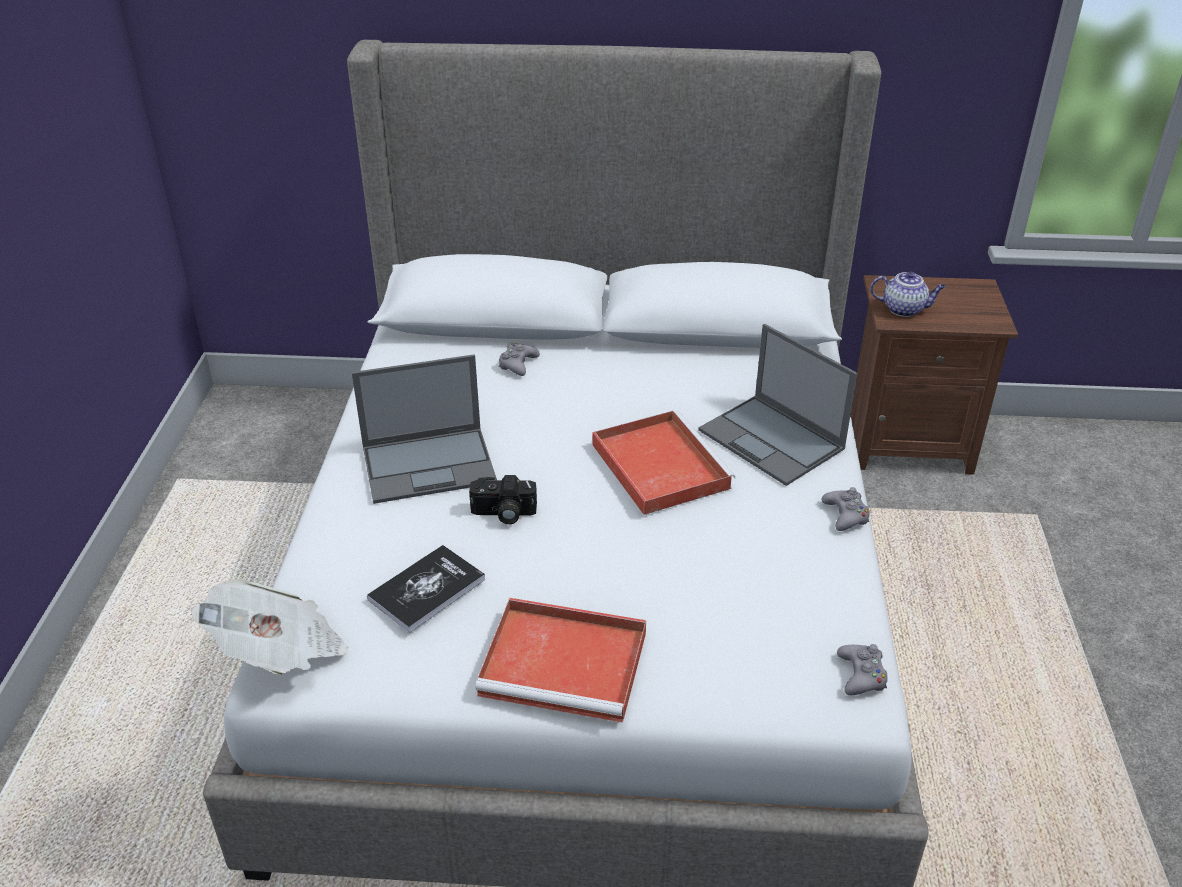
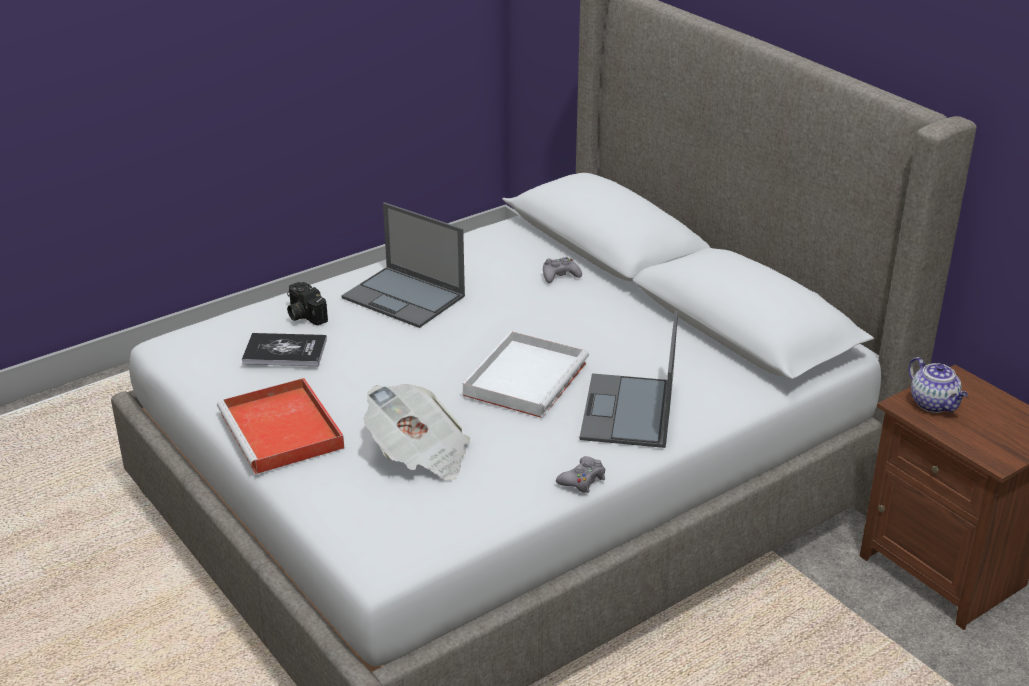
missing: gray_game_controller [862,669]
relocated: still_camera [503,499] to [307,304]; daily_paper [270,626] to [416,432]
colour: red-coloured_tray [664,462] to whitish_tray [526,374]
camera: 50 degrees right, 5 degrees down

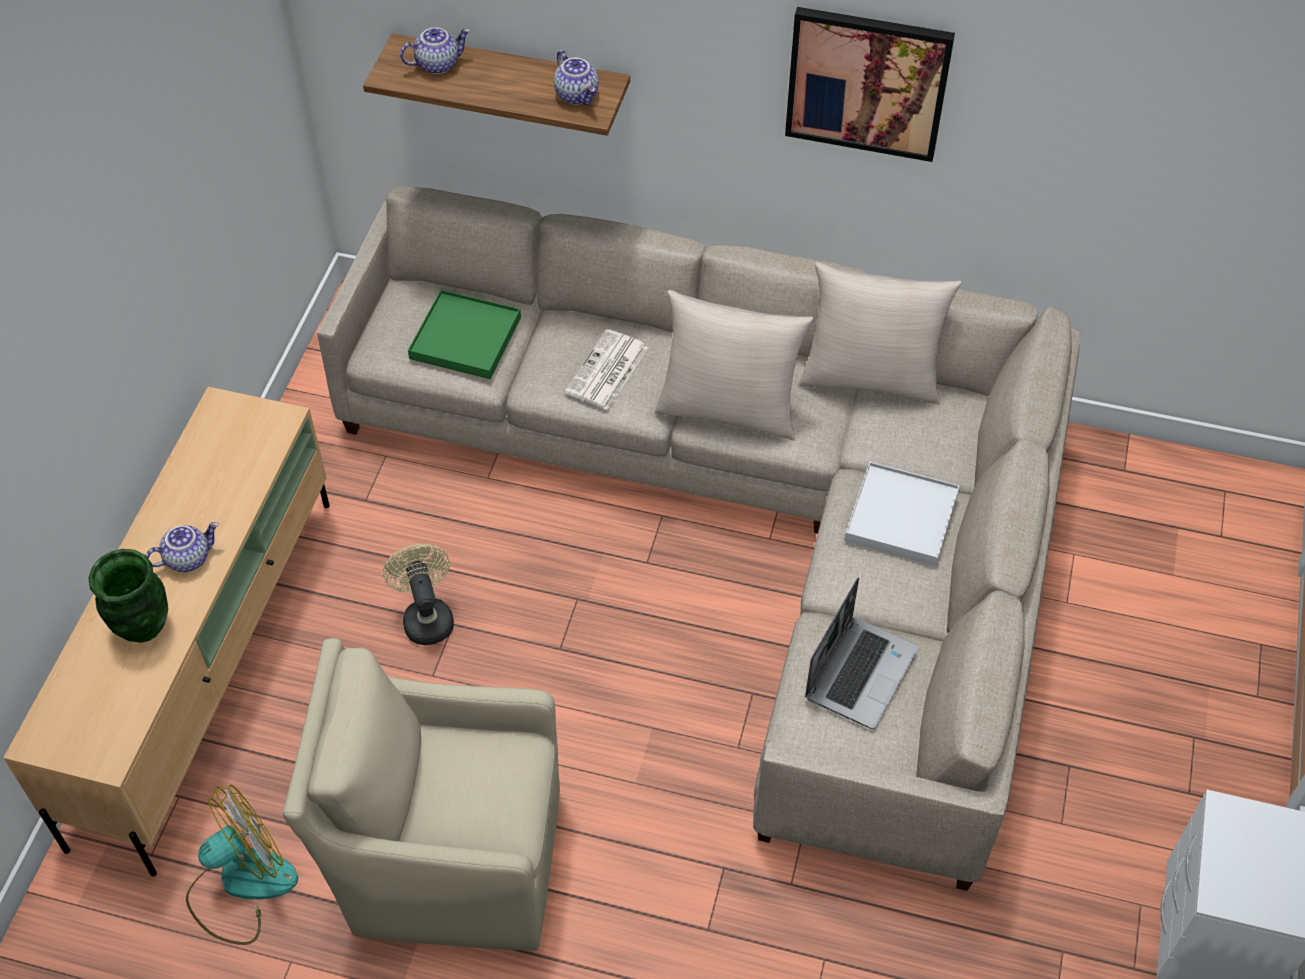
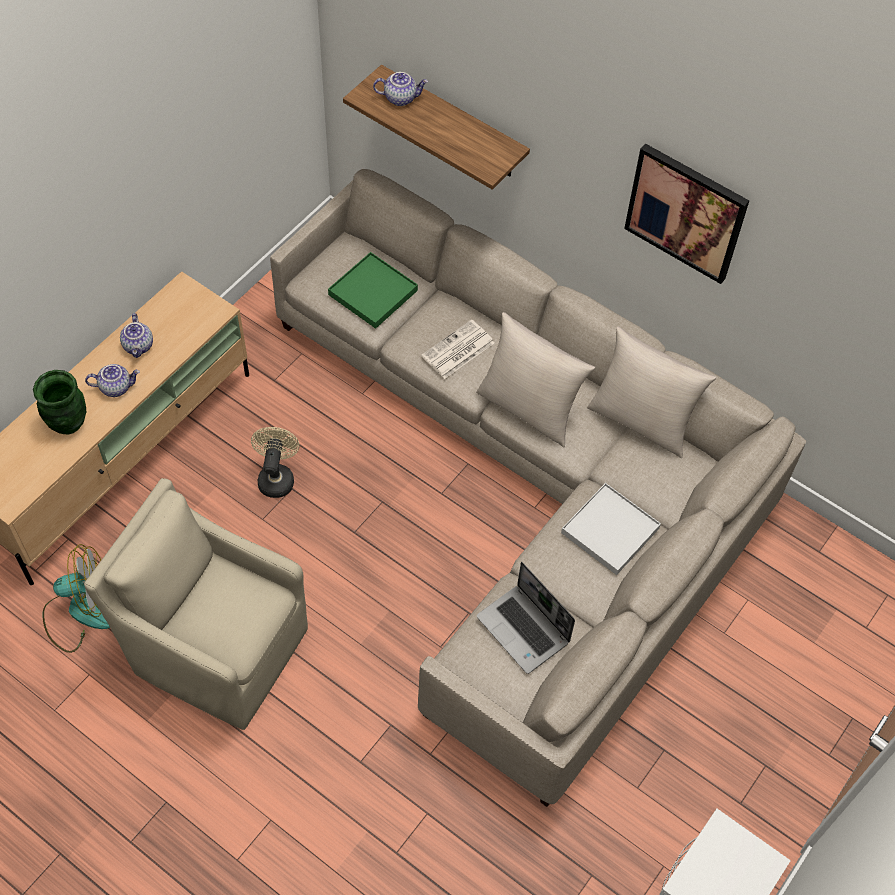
relocated: teapot [576,77] to [136,335]
spun: notebook_computer [862,653] = [526,618] 90 degrees clockwise
camera: 20 degrees right, 5 degrees up

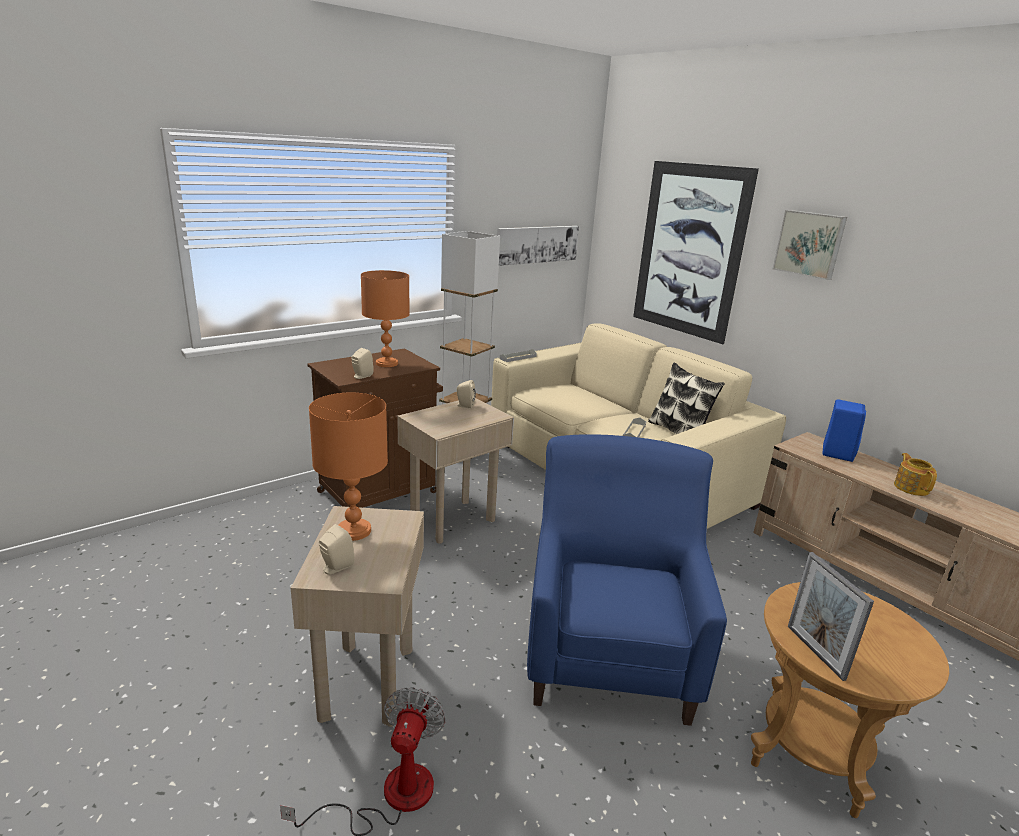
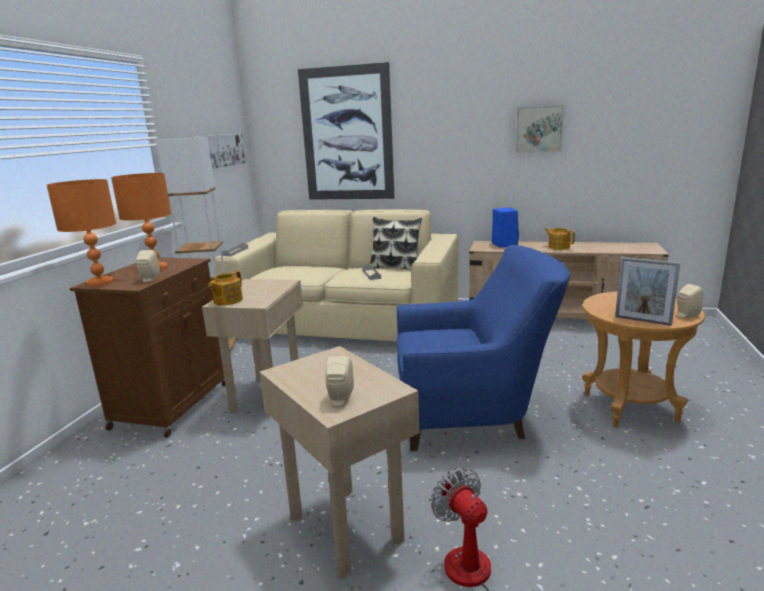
appeared: teapot [225,288]
relocated: wall_picture [810,245] to [540,129]; sand-coloured_speaker [465,394] to [690,301]; orange_table_lamp [348,467] to [81,233]
spun: bluish_armchair [627,580] = [483,348] 120 degrees clockwise
camera: 35 degrees left, 5 degrees down

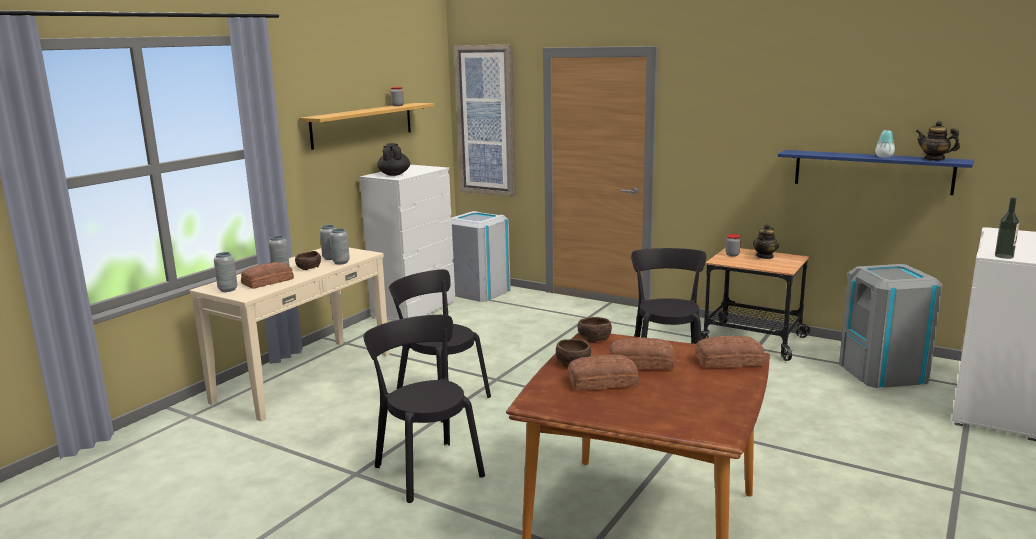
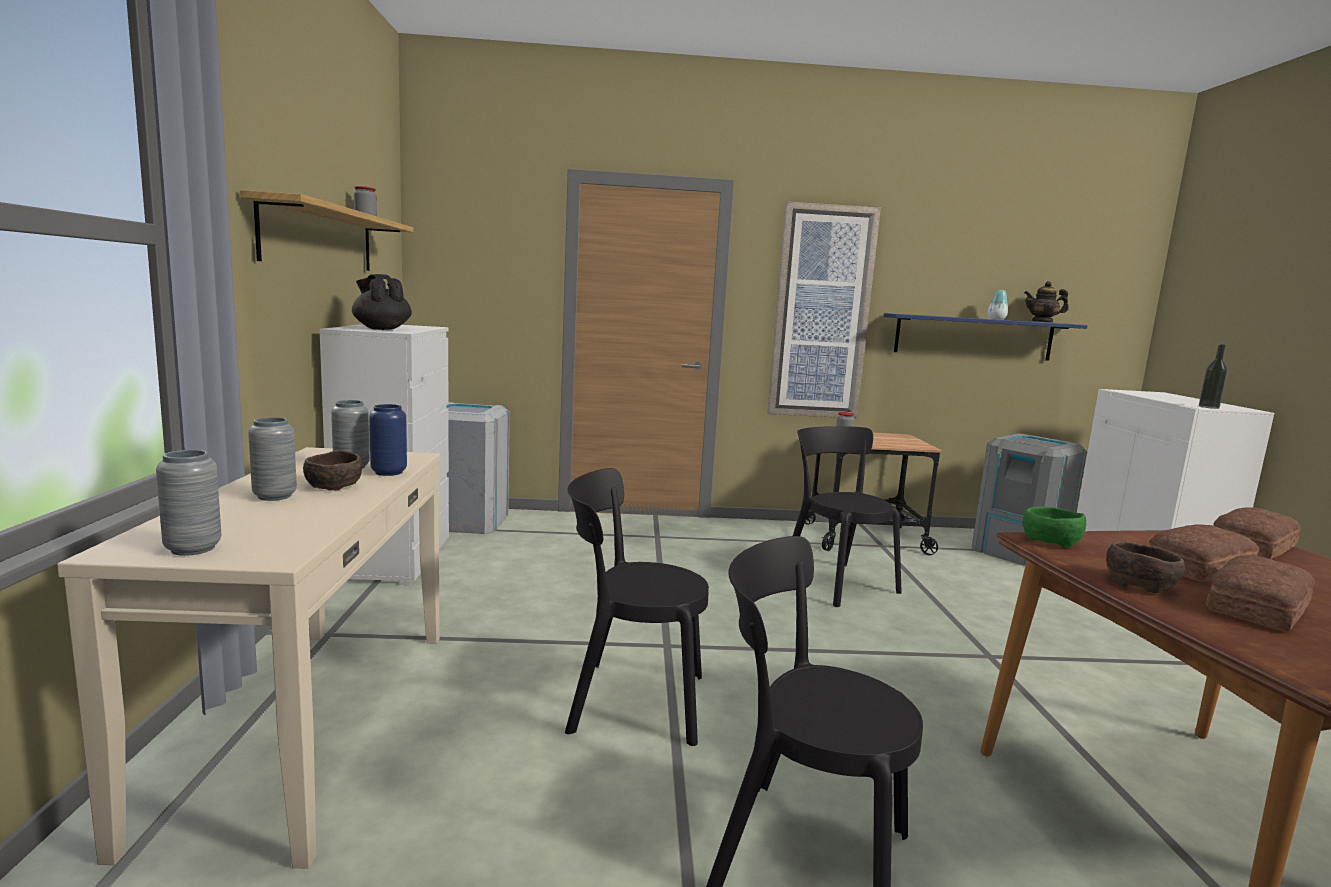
missing: teapot [766,241]; baked_bread [267,275]
relocated: wall_picture [485,120] to [824,310]
colour: gray_flower_vase [340,246] to bluish_flower_vase [388,440]; brownish_deep_dish [595,330] to green_deep_dish [1054,527]
camera: 35 degrees left, 5 degrees down

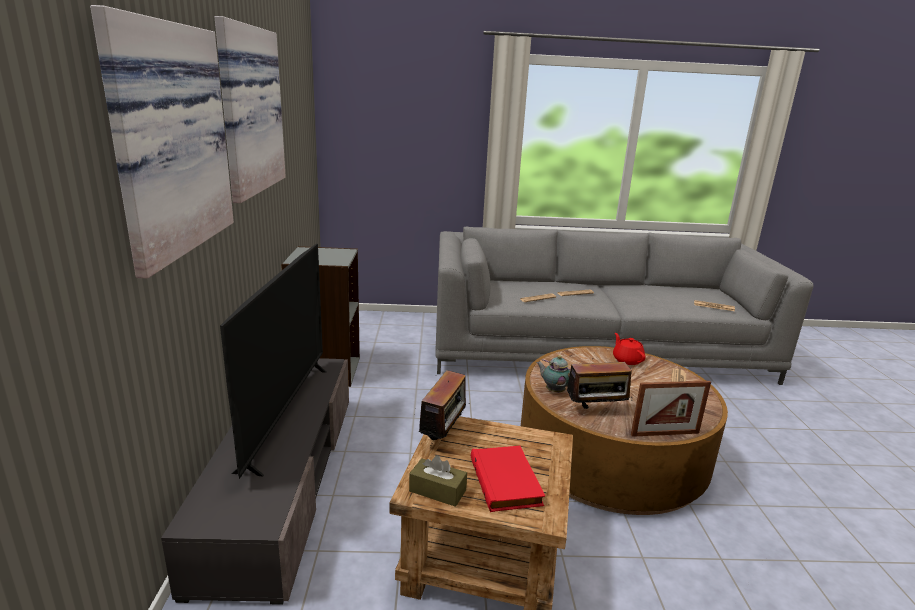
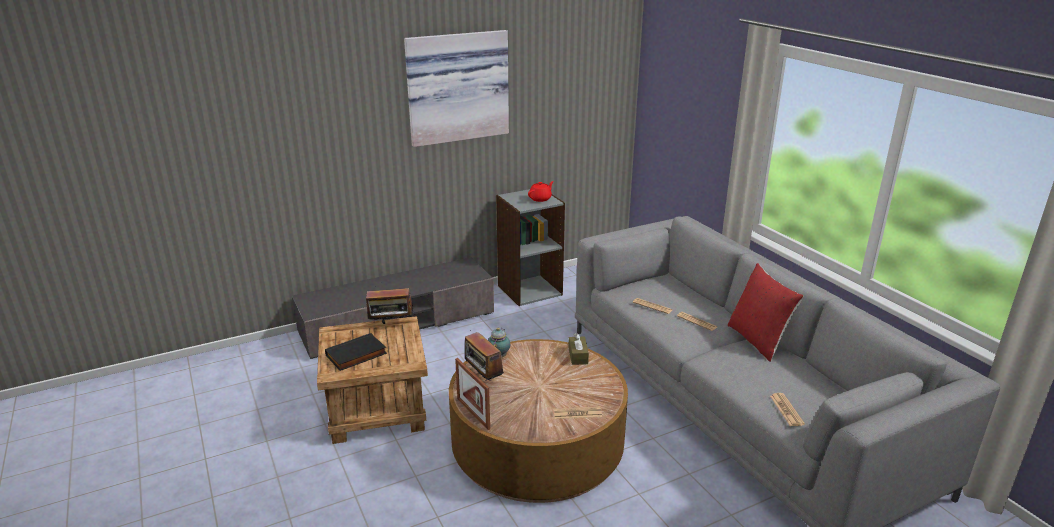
missing: wall_picture [162,141]; TV [273,361]
appeared: red-coloured_cushion [766,312]
relocated: red-coloured_teapot [629,349] to [541,191]; brownish_box_of_tissues [438,481] to [579,349]
colour: red-coloured_book [508,479] to blackish_book [356,352]
camera: 65 degrees right, 5 degrees up

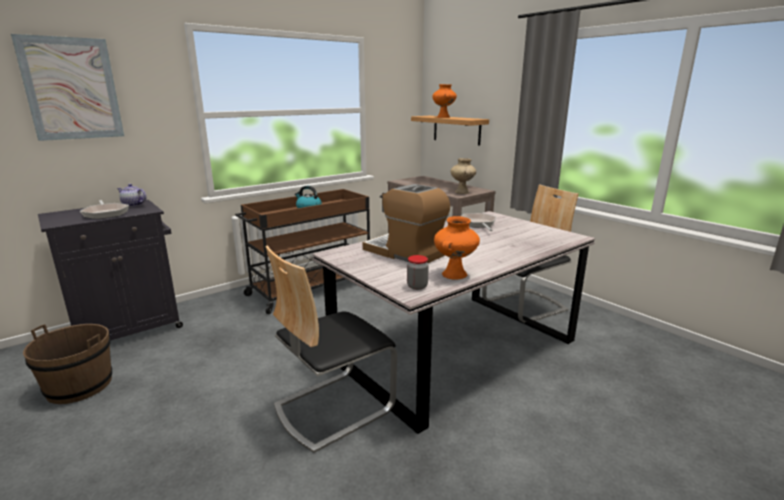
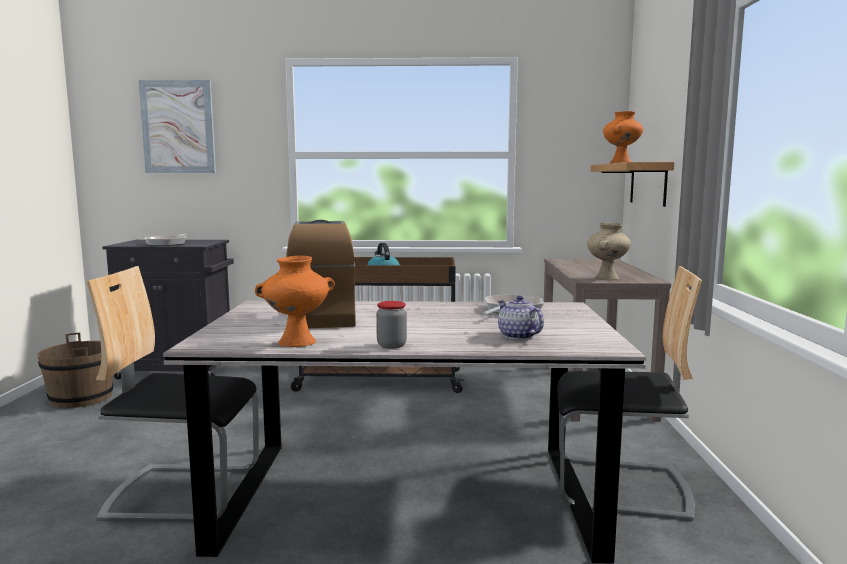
relocated: teapot [132,195] to [521,318]; jar [418,272] to [391,325]
camera: 40 degrees right, 10 degrees down

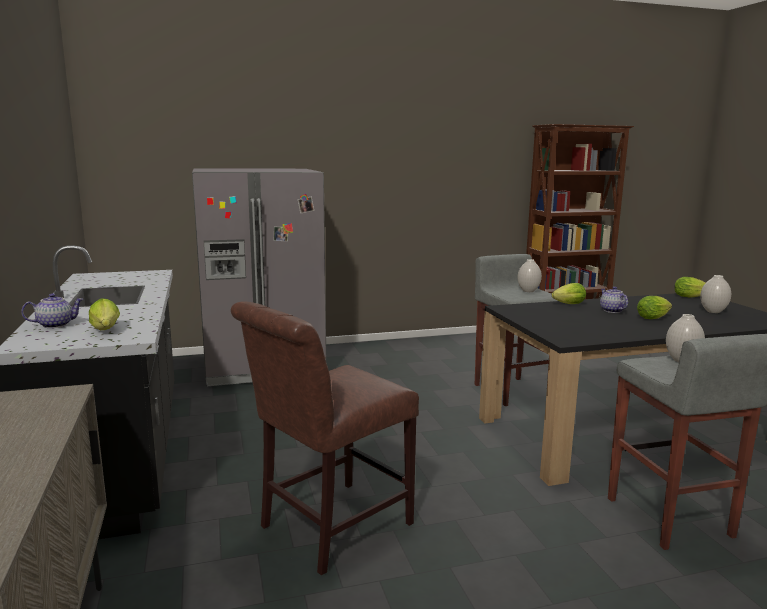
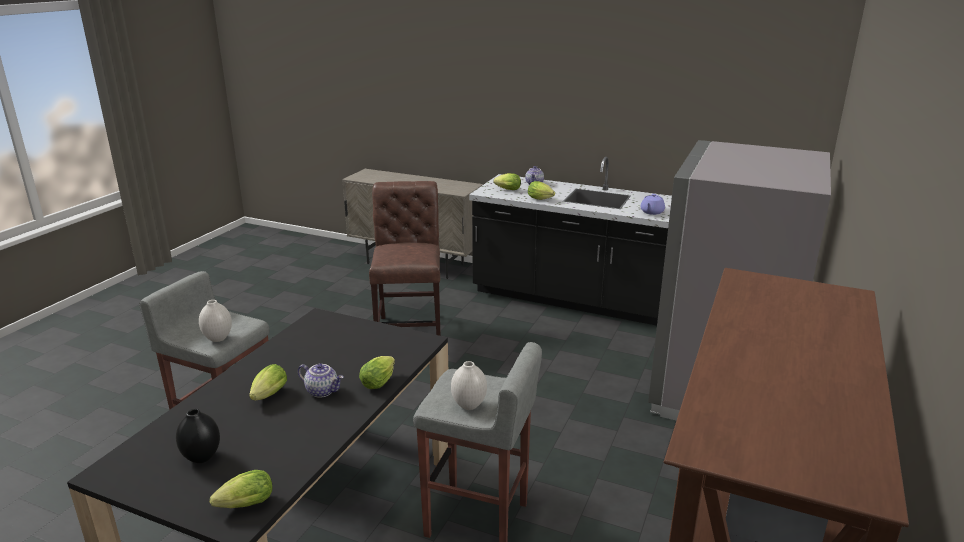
appeared: lettuce [541,190]; purple_teapot [652,204]
colour: whitish_flower_vase [715,294] to blackish_flower_vase [198,436]
camera: 130 degrees right, 10 degrees up

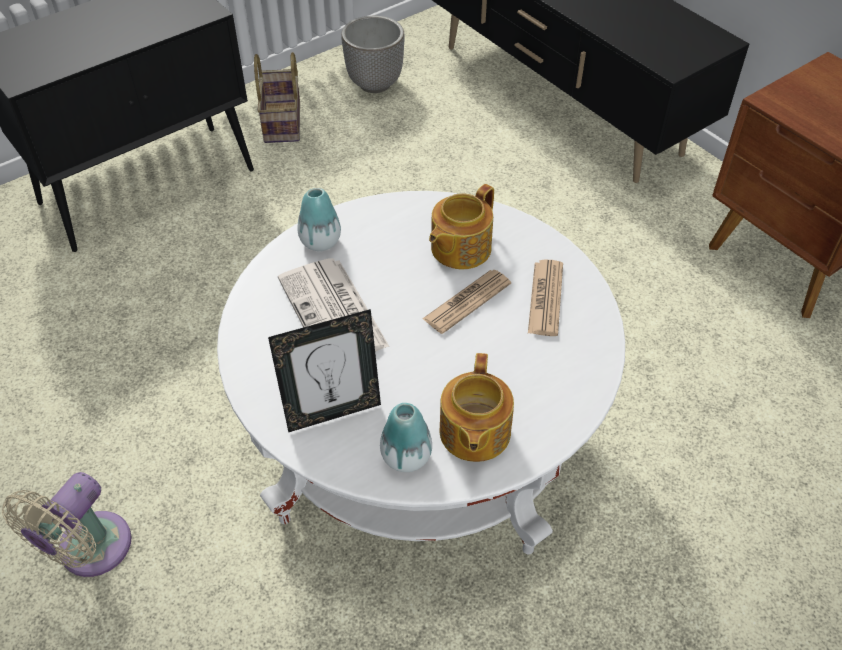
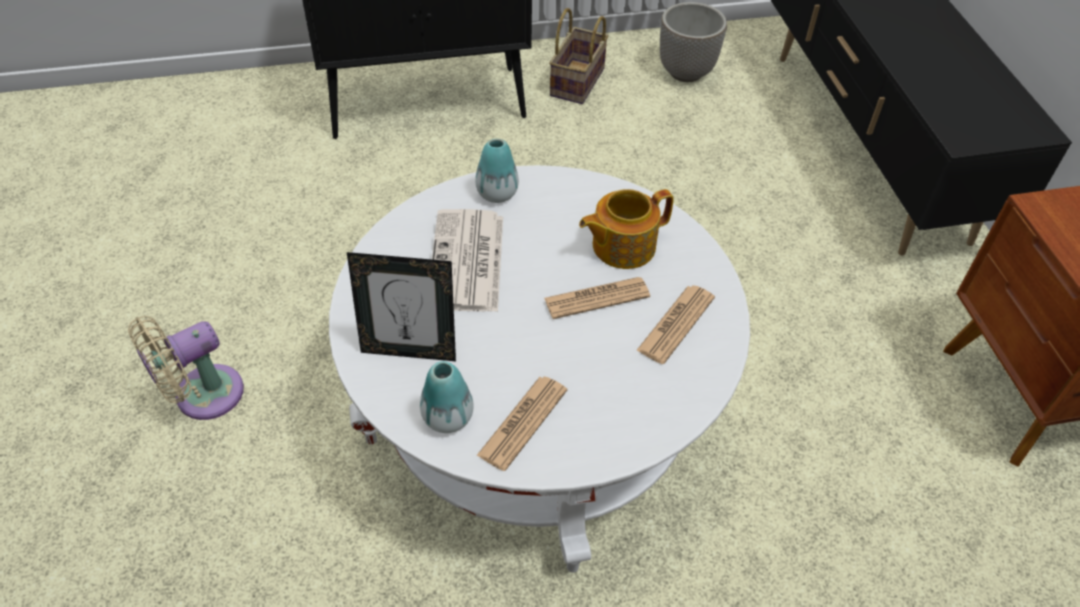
exchanged: teapot [476,407] to daily_paper [521,424]
camera: 25 degrees right, 0 degrees up

